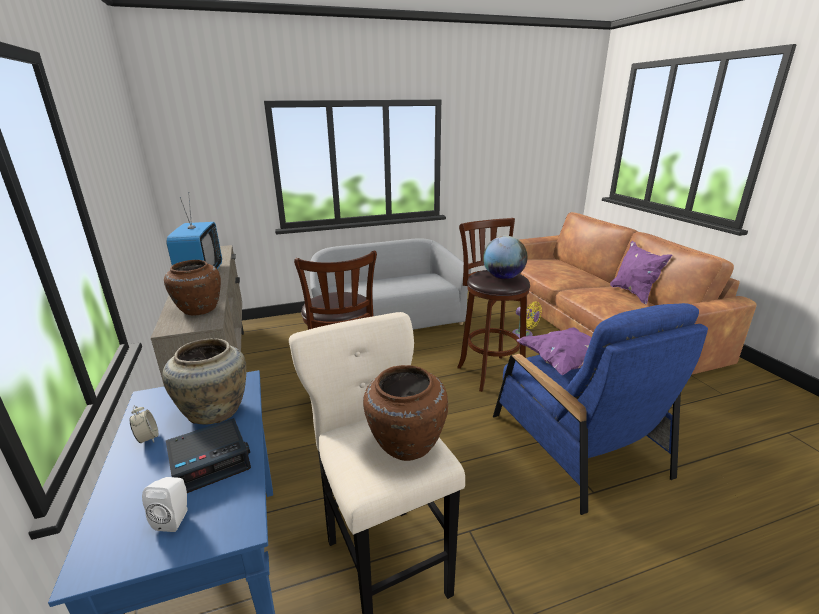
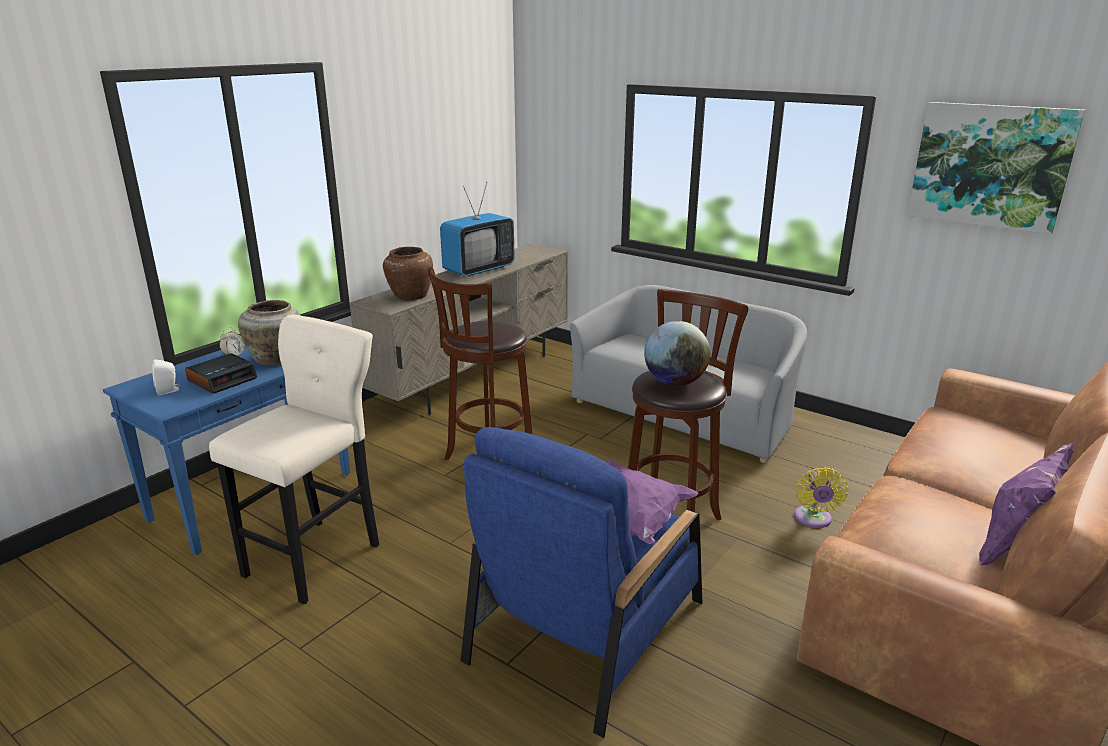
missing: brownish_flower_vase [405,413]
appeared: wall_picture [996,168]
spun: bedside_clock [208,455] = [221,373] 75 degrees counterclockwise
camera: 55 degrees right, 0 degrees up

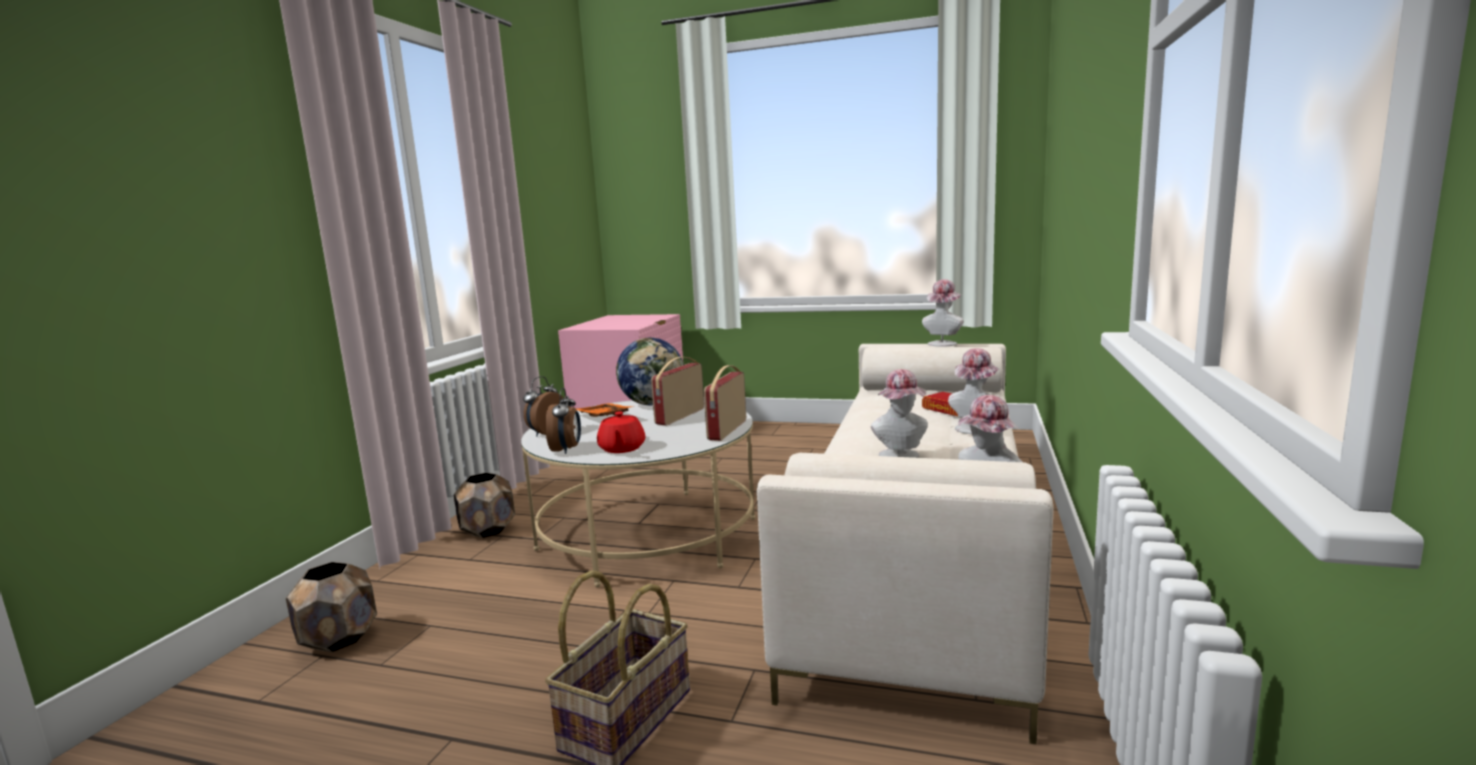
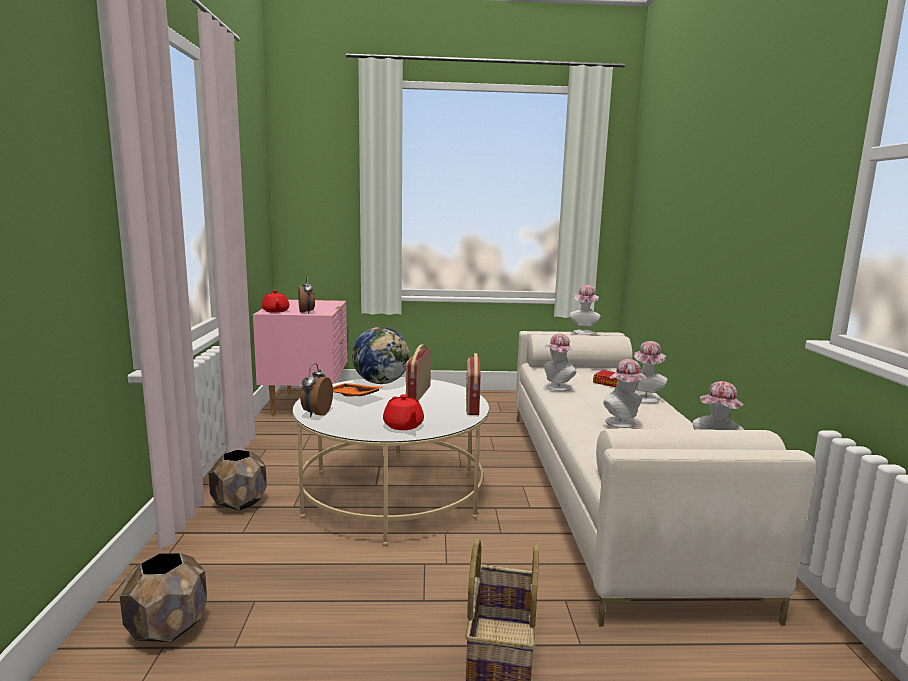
appeared: red-coloured_teapot [275,301]; hat [560,362]
relocated: bedside_clock [563,421] to [306,295]
camera: 20 degrees left, 0 degrees up

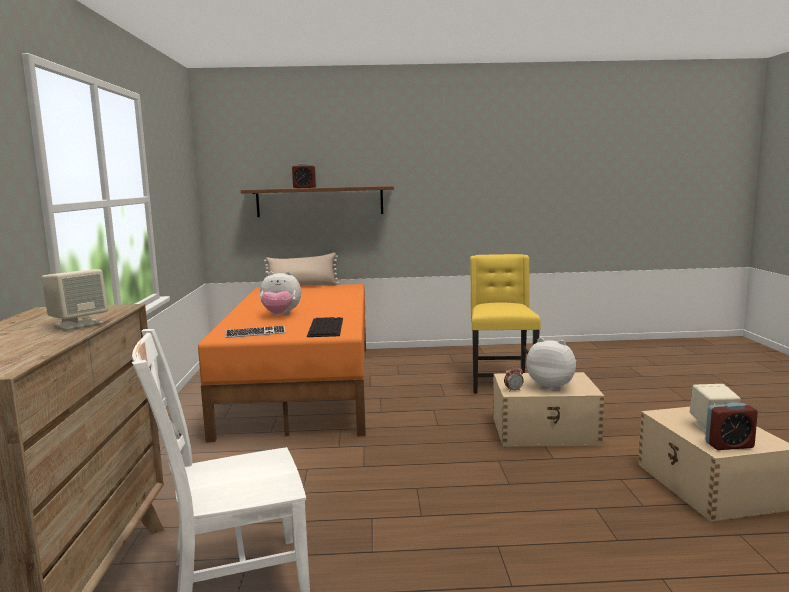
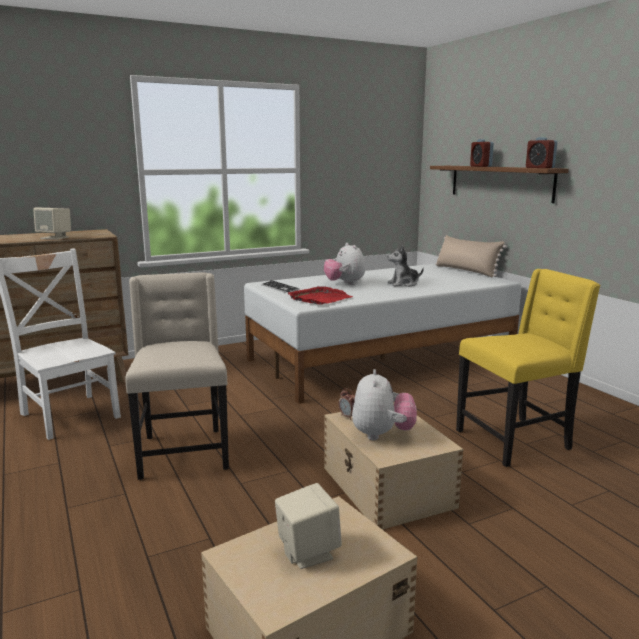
appeared: soft_toy [405,266]; sand-coloured_plain_chair [177,376]
relocated: bedside_clock [731,426] to [541,152]
exchanged: keyboard [325,327] to red-coloured_tray [320,295]
colour: orange_bedroom_bed [282,363] to whitish_bedroom_bed [382,334]
camera: 65 degrees right, 5 degrees up

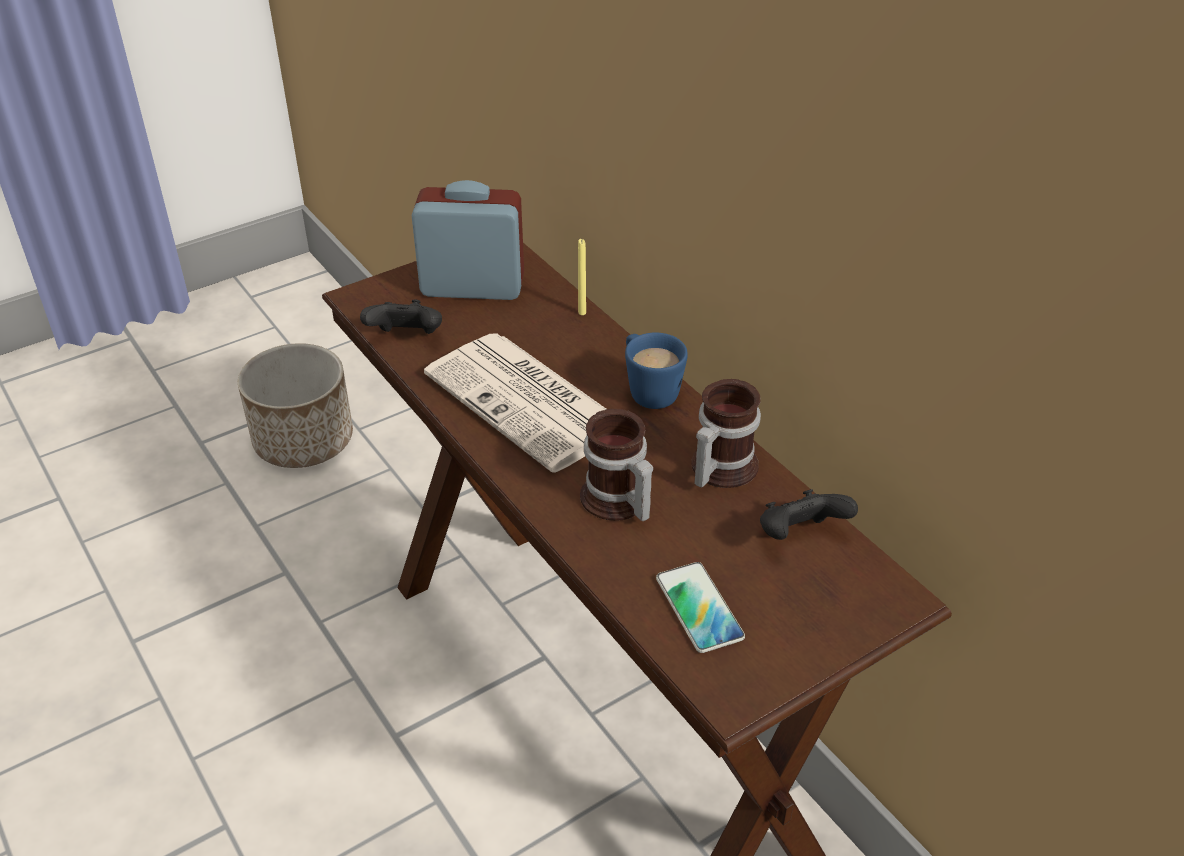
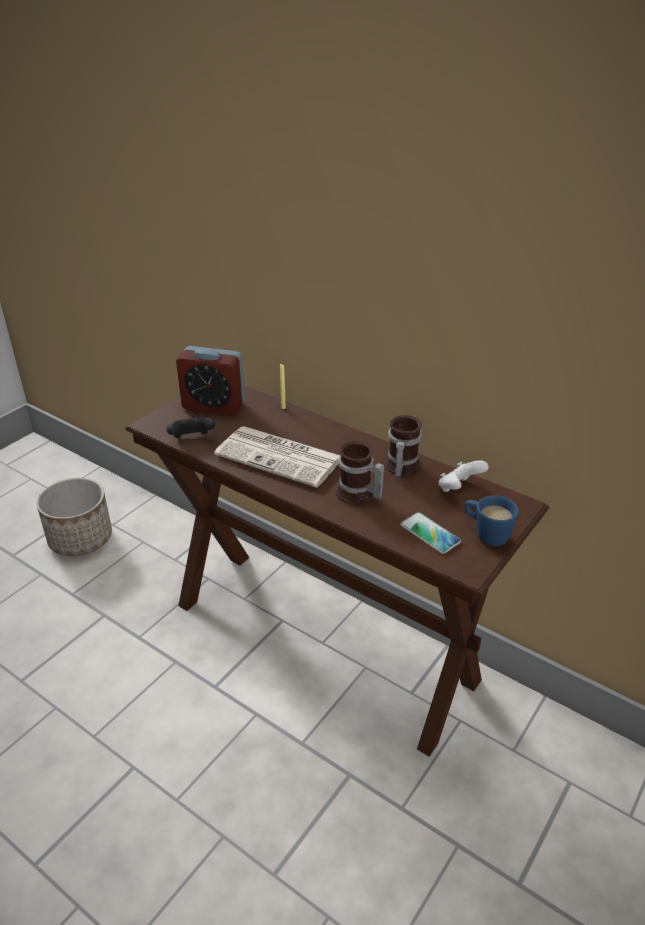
relocated: bluish_mug [656,371] to [491,520]
colour: blackish_game_controller [809,514] to whitish_game_controller [464,476]
spun: bedside_clock [467,240] = [210,381] 150 degrees counterclockwise
camera: 20 degrees left, 5 degrees down

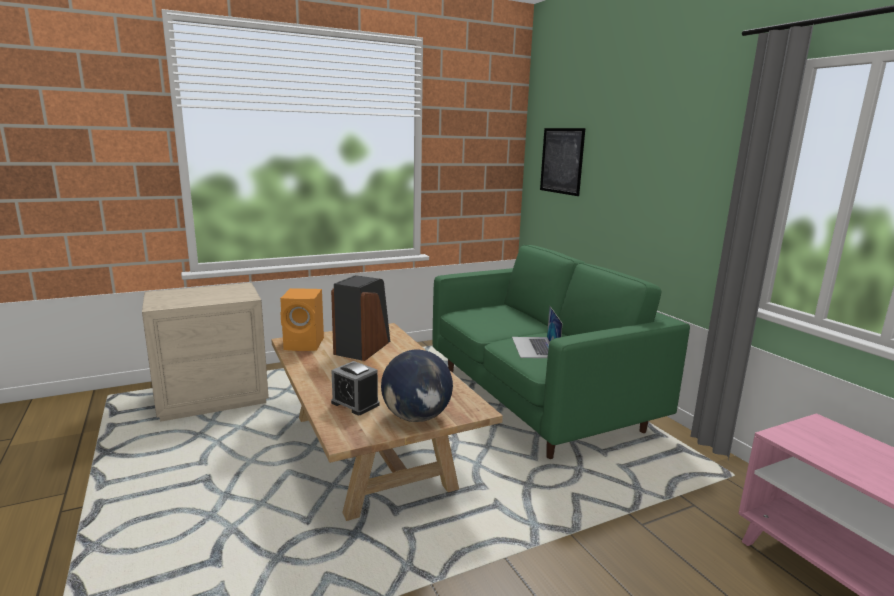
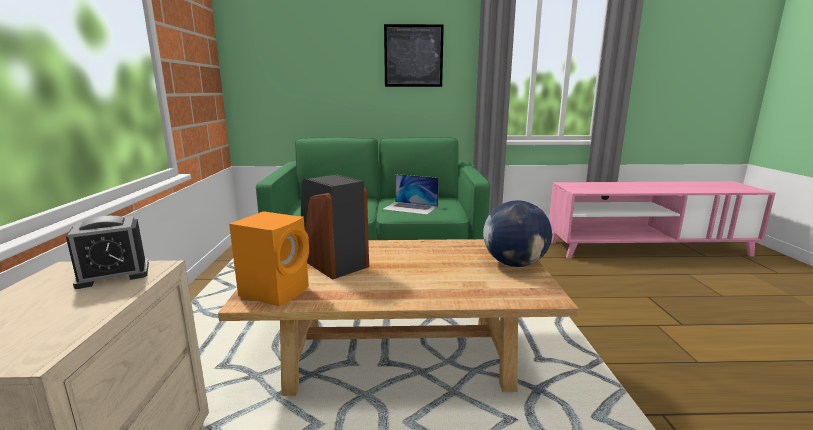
relocated: wall_picture [562,162] to [414,55]; bedside_clock [355,388] to [107,252]
camera: 65 degrees left, 0 degrees up

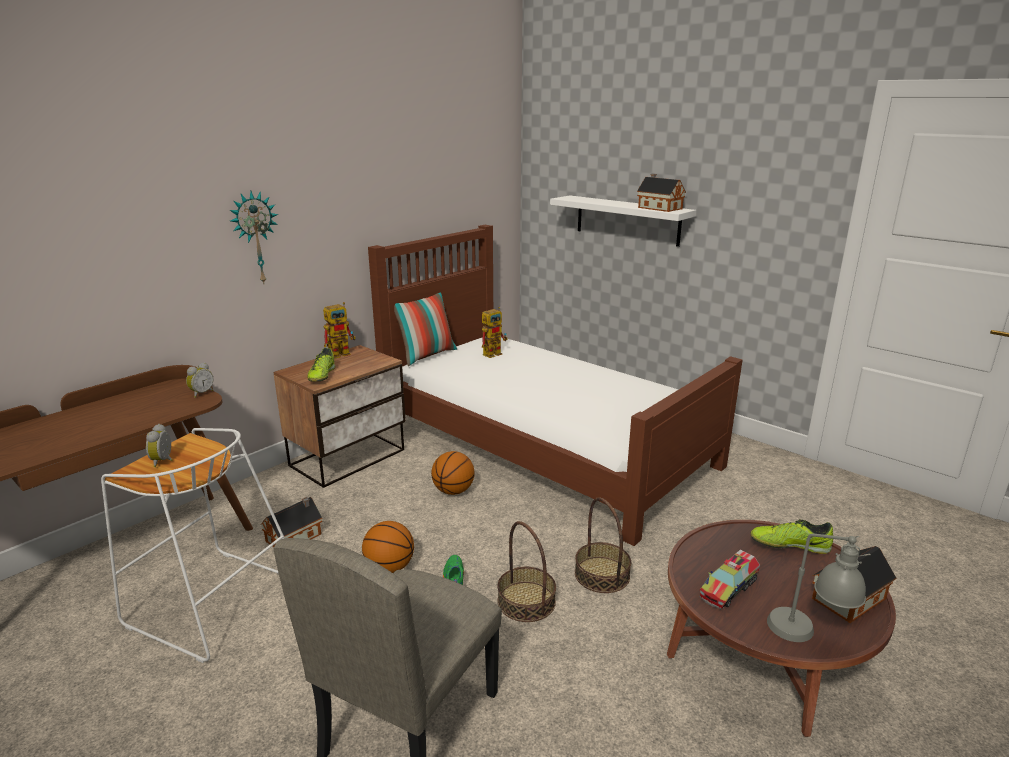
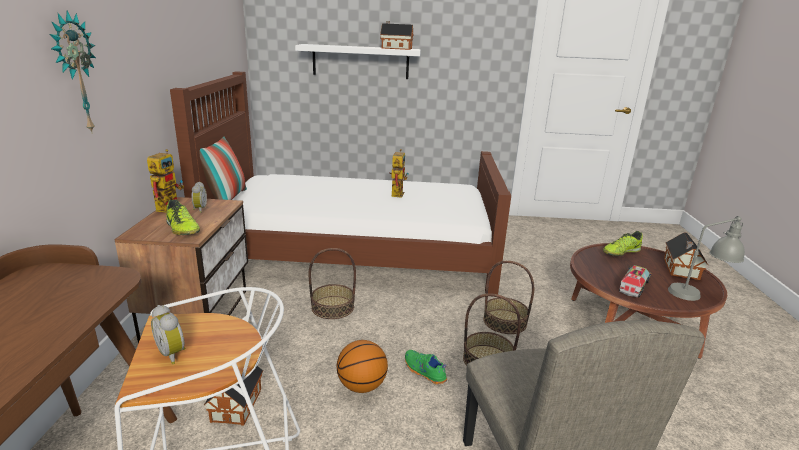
relocated: toy_robot [495,332] to [399,173]; bedside_clock [199,380] to [199,197]
exchanged: ball_for_basketball [453,473] to storage_basket [332,283]
spun: toy_lorry [729,579] = [635,281] 150 degrees counterclockwise
camera: 40 degrees left, 0 degrees up

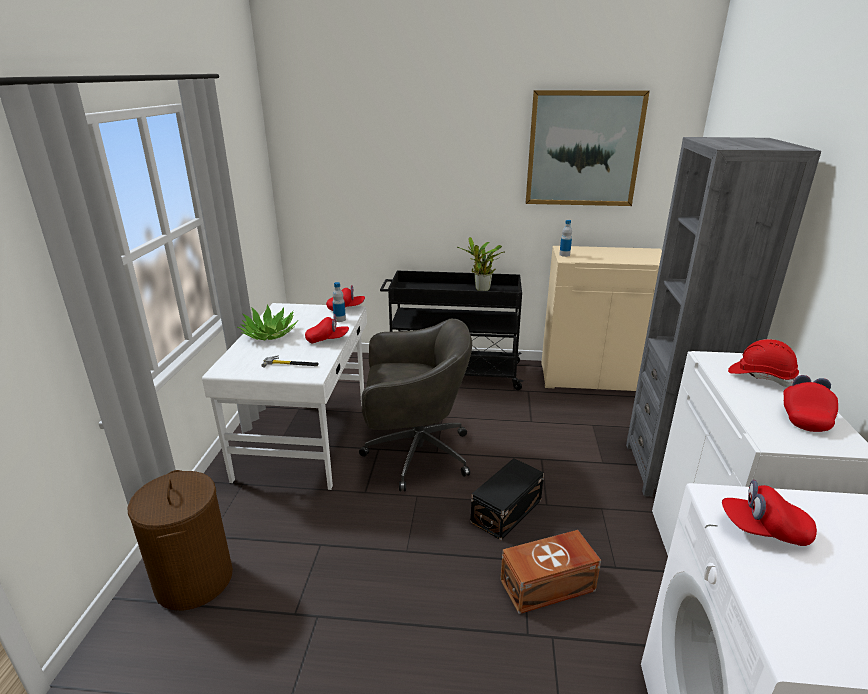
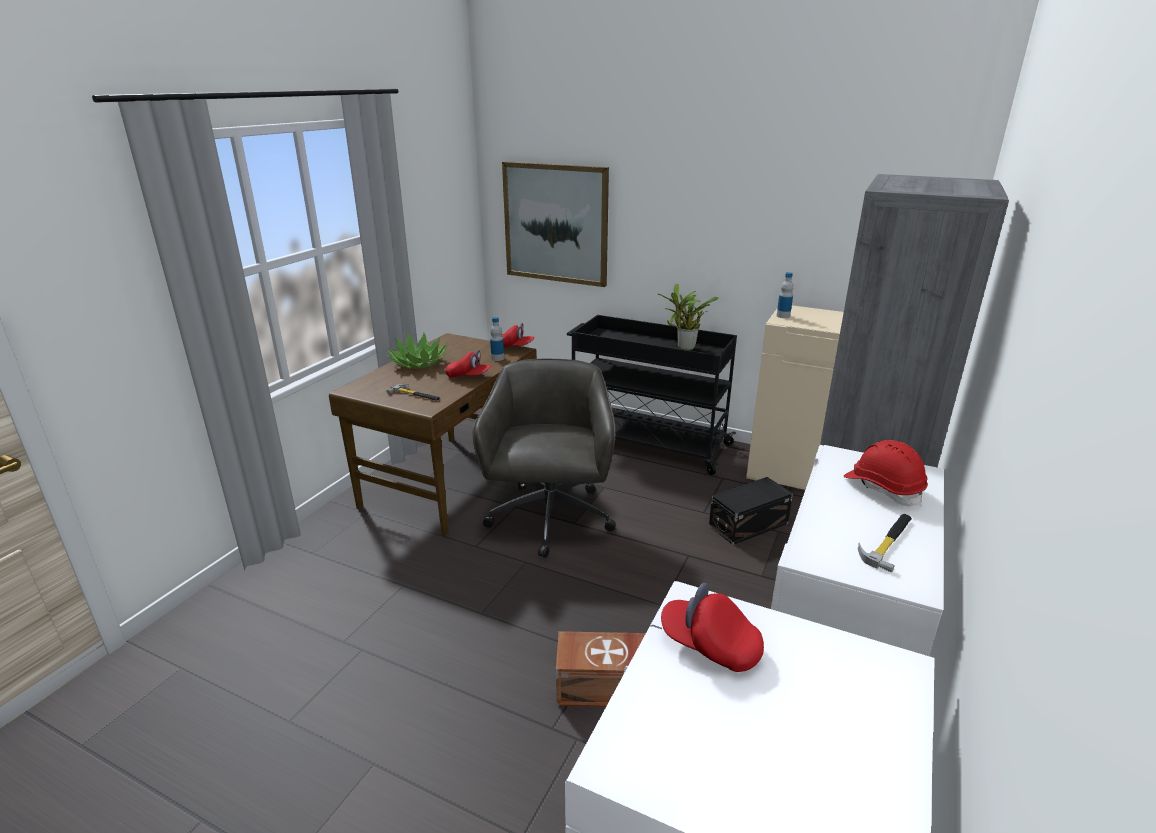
missing: brownish_washing_basket [180,540]
relocated: wall_picture [588,148] to [555,224]; blackish_storage_container [507,499] to [751,511]
exchanged: red-coloured_baseball_cap [810,403] to tool_hammer [885,543]
colour: whitish_desk_table [284,396] to brownish_desk_table [433,434]
spun: gray_desk_chair [415,405] = [544,458] 105 degrees counterclockwise
camera: 20 degrees right, 0 degrees up

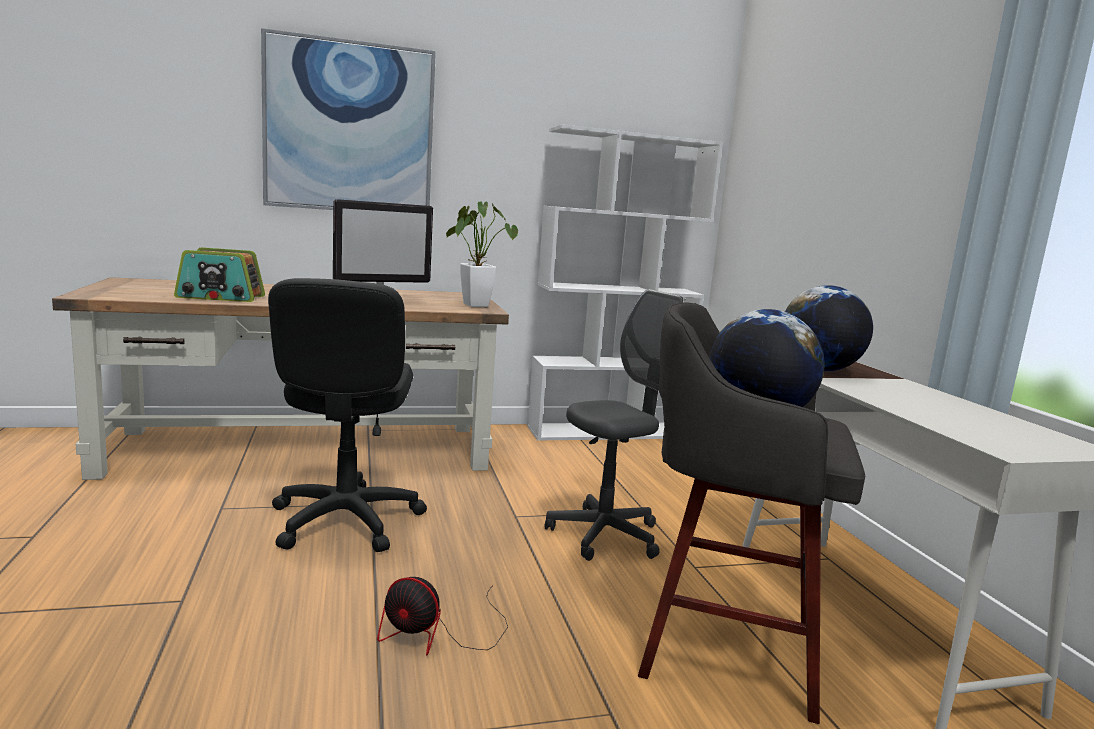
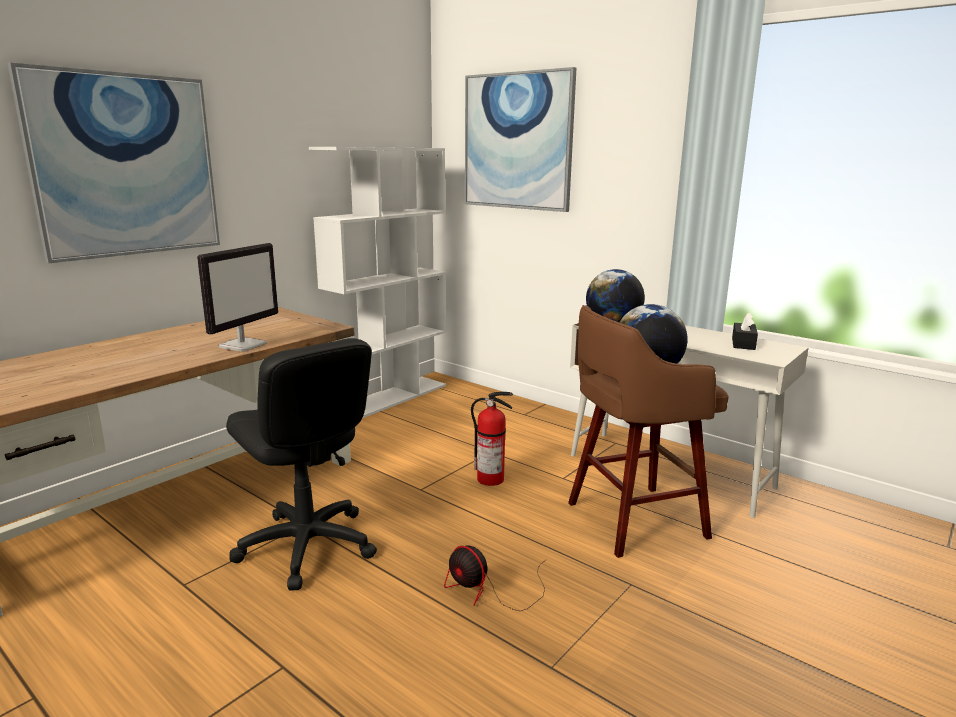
missing: plant_in_a_pot [482,254]; radio [219,274]
appeared: wall_picture [520,139]; blackish_box_of_tissues [745,331]
exchanged: gray_desk_chair [614,425] to fire_extinguisher [492,439]
colour: gray_stool [751,513] to brownish_stool [648,431]
spun: electric_fan [442,616] = [495,578] 60 degrees clockwise
camera: 35 degrees left, 5 degrees up

